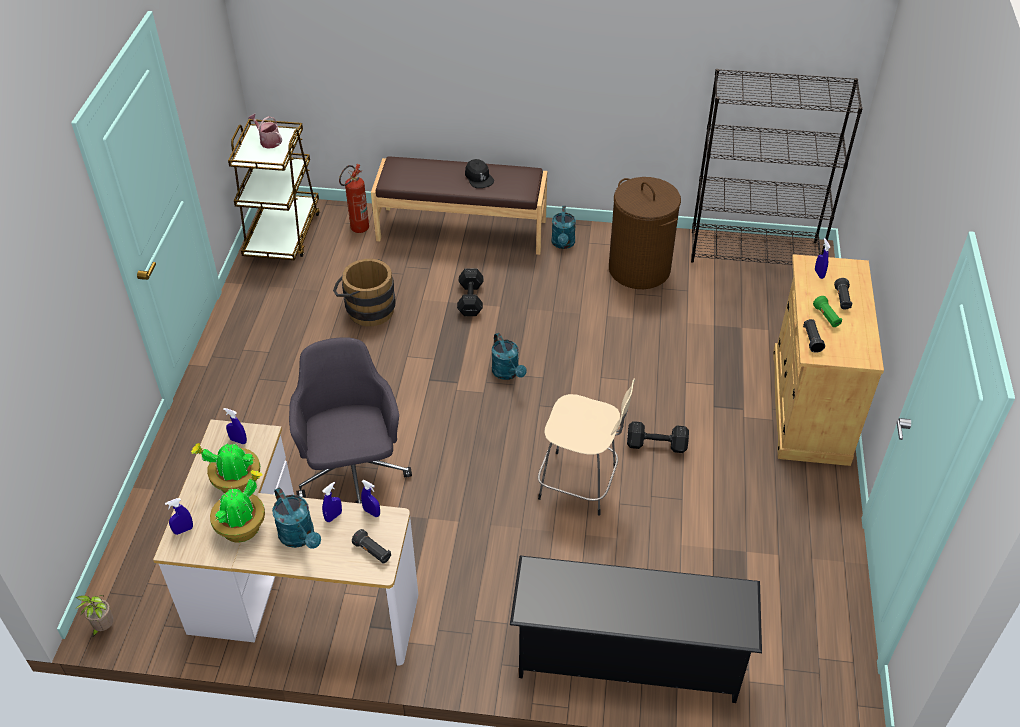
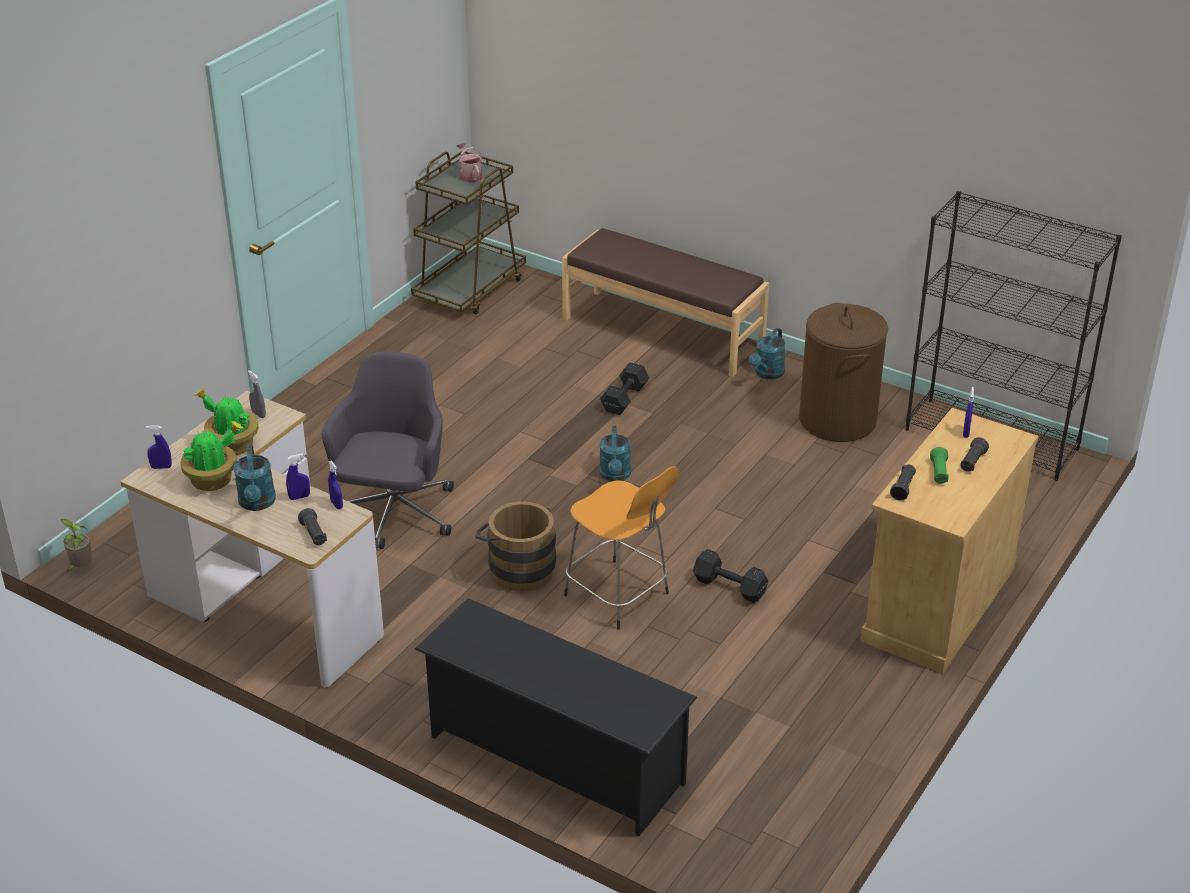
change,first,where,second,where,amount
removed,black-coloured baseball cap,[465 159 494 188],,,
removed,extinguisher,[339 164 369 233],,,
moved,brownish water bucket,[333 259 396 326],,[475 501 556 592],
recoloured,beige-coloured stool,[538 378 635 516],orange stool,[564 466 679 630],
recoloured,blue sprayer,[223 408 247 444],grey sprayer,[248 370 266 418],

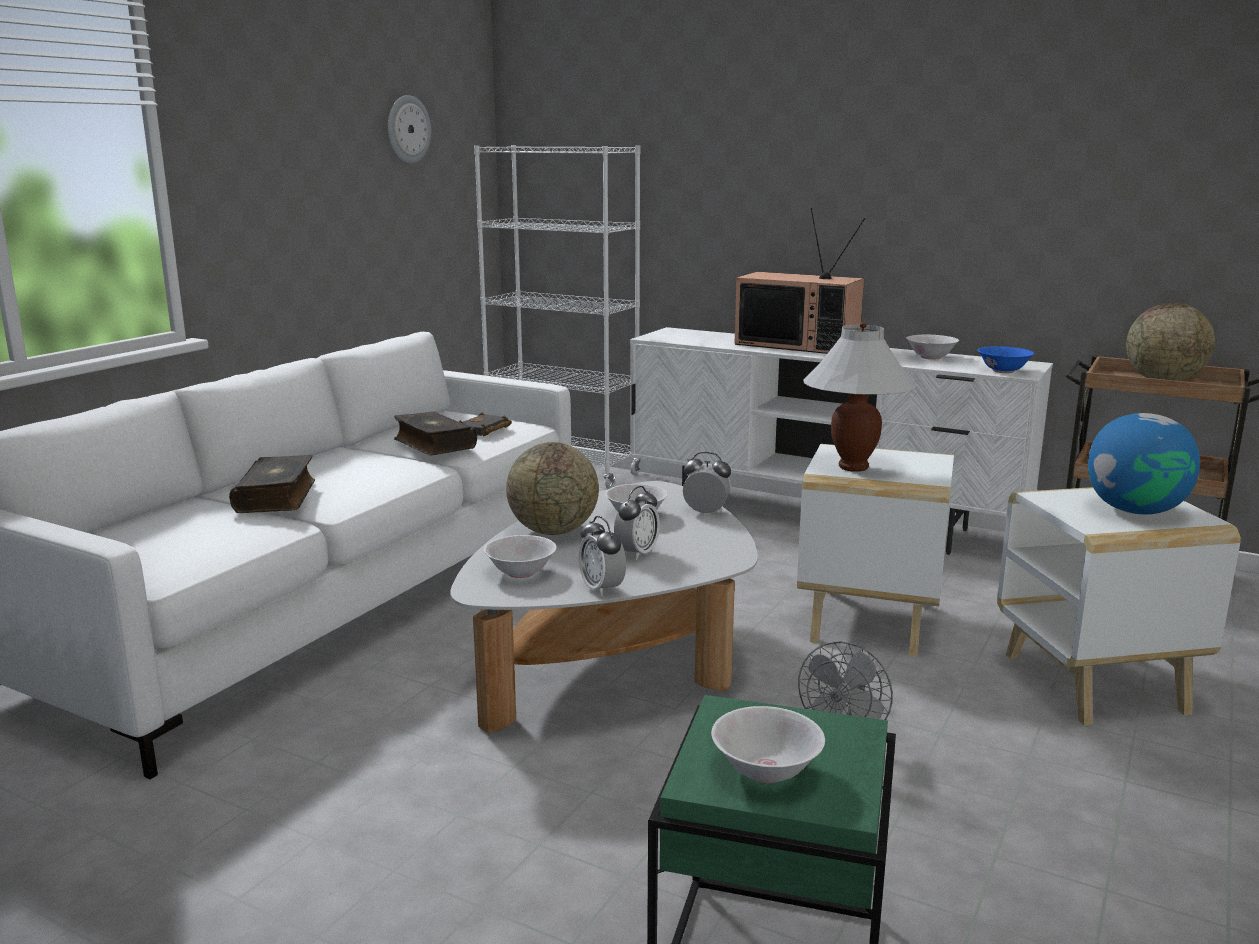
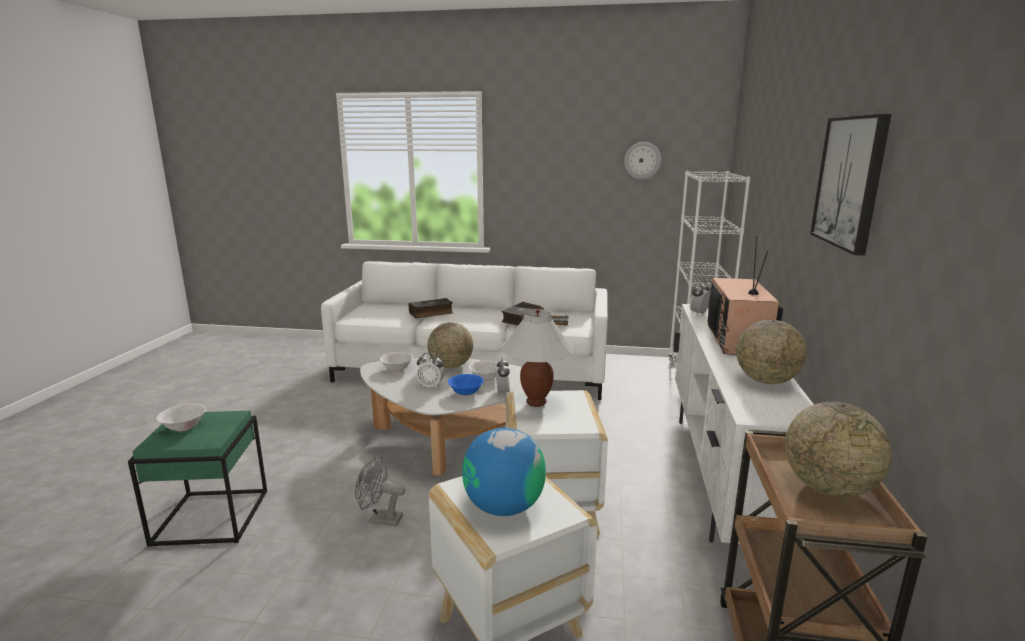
change,first,where,second,where,amount
replaced,white-coloured deep dish,[907 335 959 359],world globe,[736 320 807 384],
moved,blue deep dish,[977 346 1034 373],,[448 374 484 396],
moved,alarm clock,[579 516 626 597],,[690 281 710 315],
added,,,picture,[810 114 891 256],

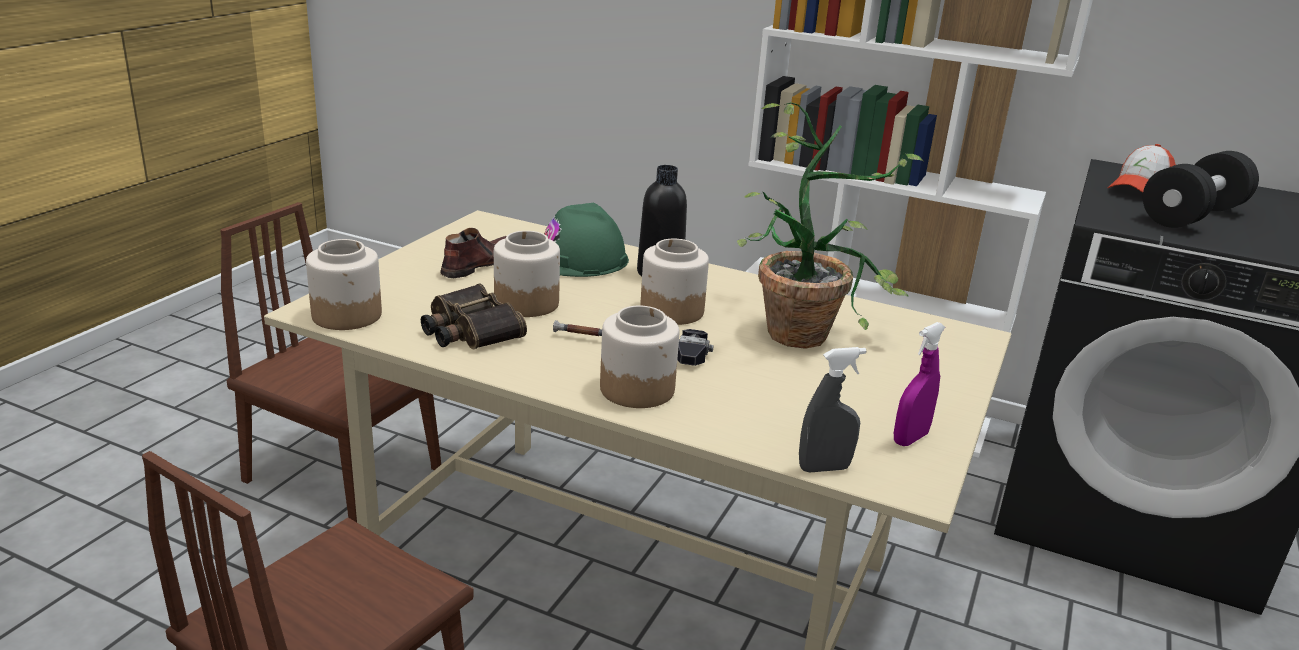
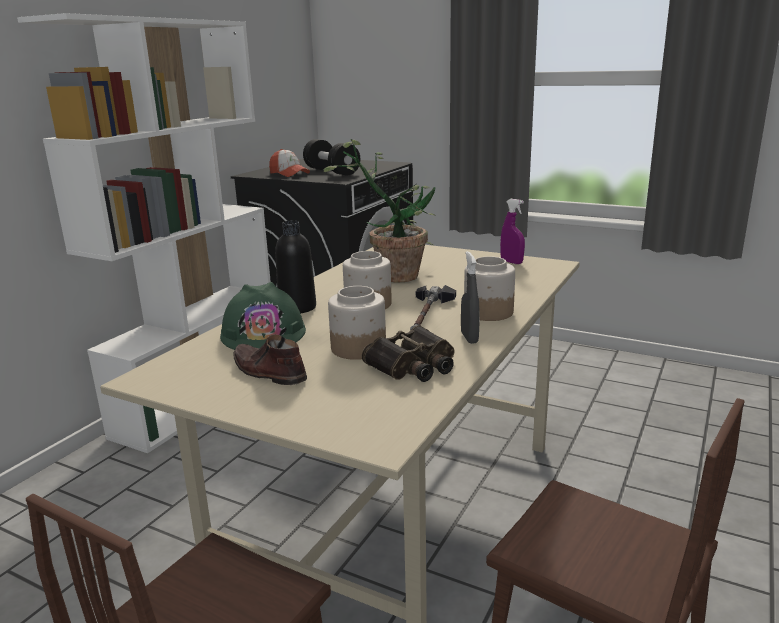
change,first,where,second,where,amount
removed,jar,[306 239 382 330],,,
moved,grey sprayer,[799 347 866 472],,[461 251 480 344],

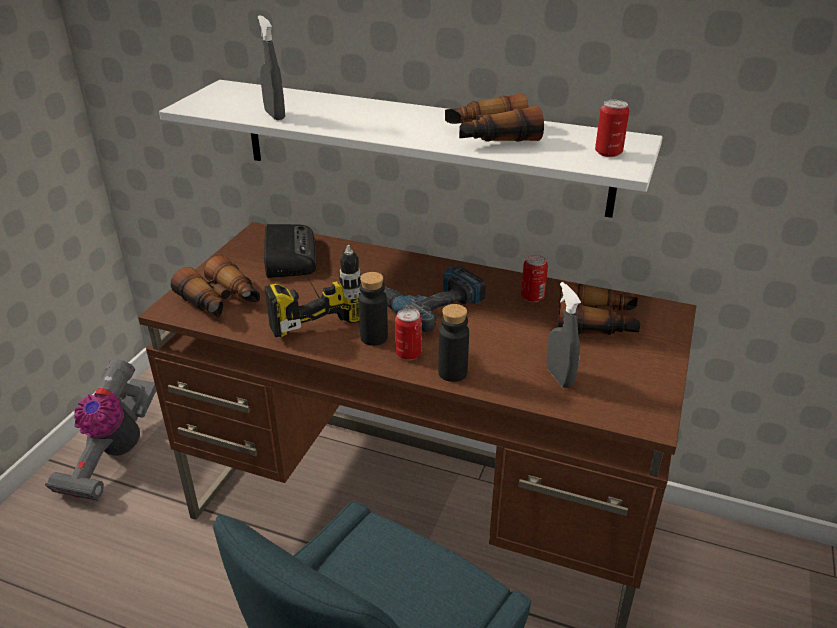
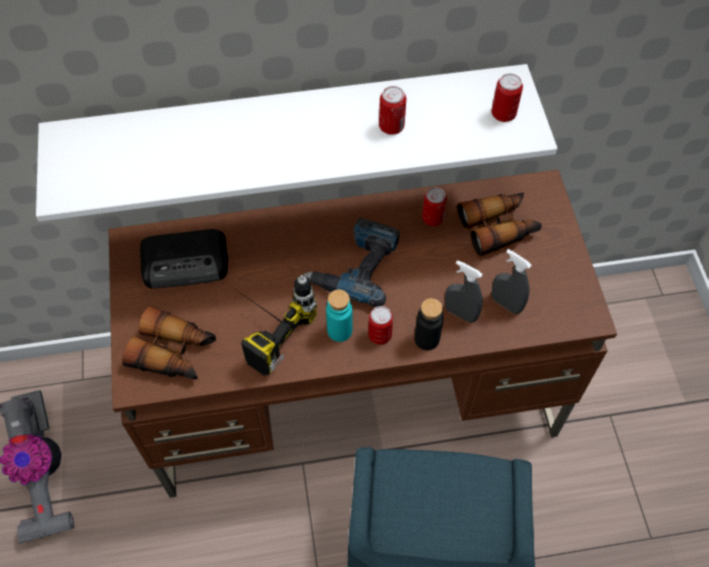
change,first,where,second,where,amount
moved,grey sprayer,[258 15 285 120],,[445 260 483 323],
replaced,pair of binoculars,[445 93 544 142],sealed can,[379 86 406 135],
turned,radio receiver,[264 224 316 278],,[140 229 229 289],120 degrees clockwise
recoloured,black-coloured bottle,[358 272 388 346],turquoise-coloured bottle,[326 289 352 342],

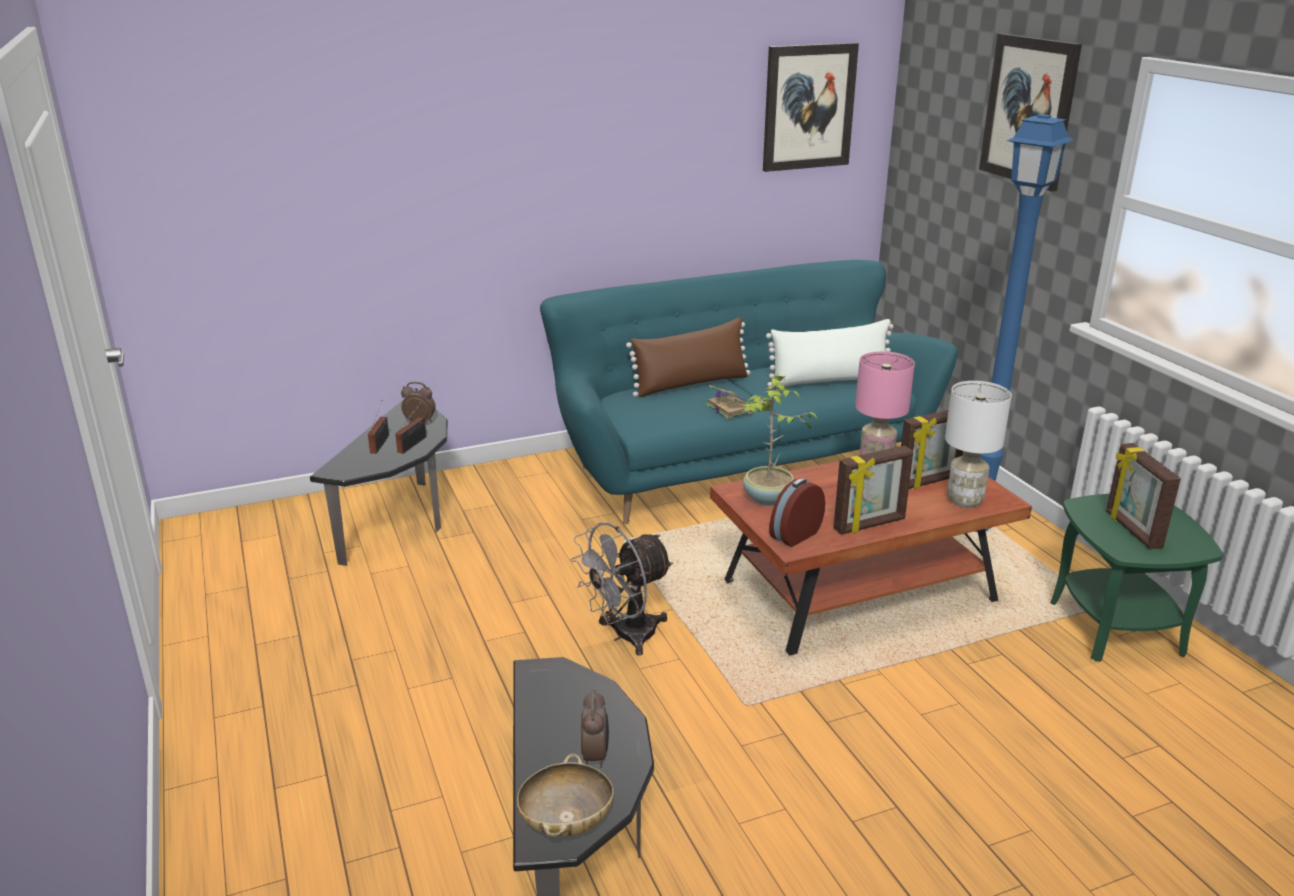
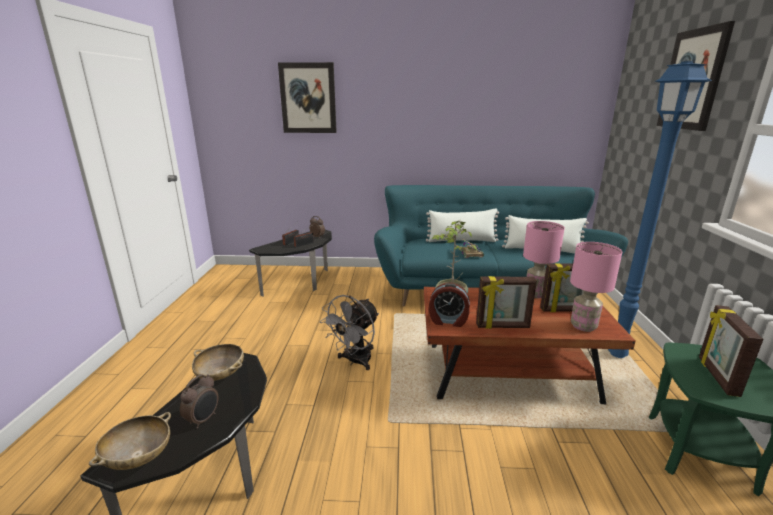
change,first,where,second,where,amount
moved,picture,[763 43 859 172],,[278 62 337 133],
recoloured,brownish throw pillow,[626 318 751 397],white-coloured throw pillow,[426 208 499 242],
recoloured,white-coloured table lamp,[945 381 1012 508],pink table lamp,[570 242 622 332],
turned,alarm clock,[769 478 825 547],,[429 283 470 327],150 degrees counterclockwise
turned,grey fan,[571 522 674 656],,[320 295 379 370],45 degrees counterclockwise
added,,,beige-coloured deep dish,[192 344 244 381],

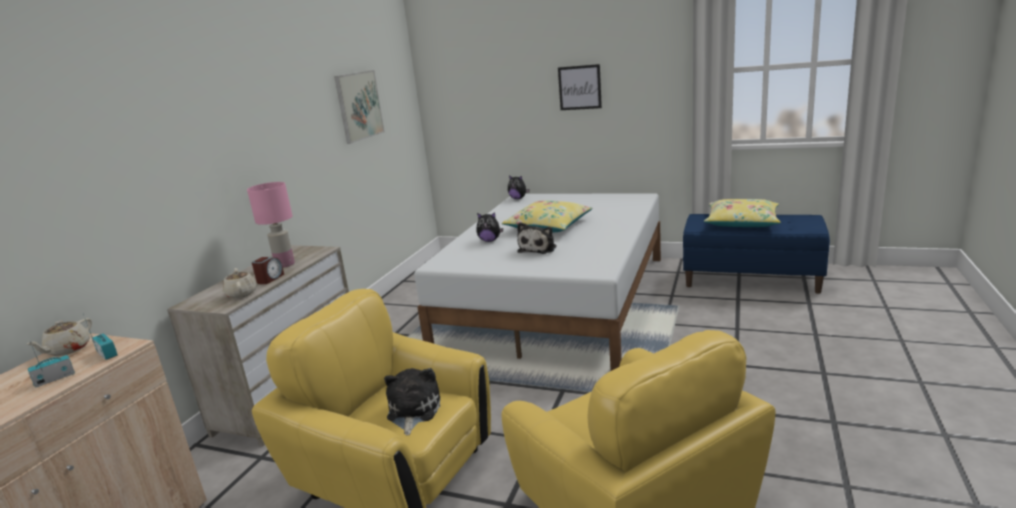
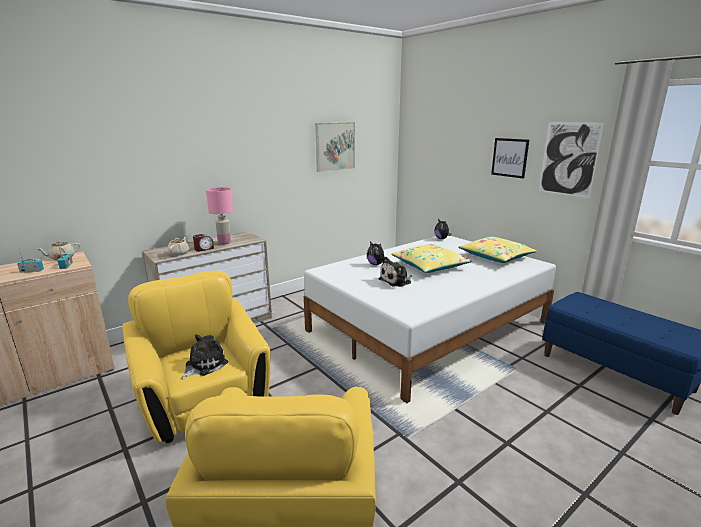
change,first,where,second,where,amount
moved,yellow-coloured throw pillow,[704 199 781 227],,[458 237 537 263],
added,,,picture,[539 122 604 198],

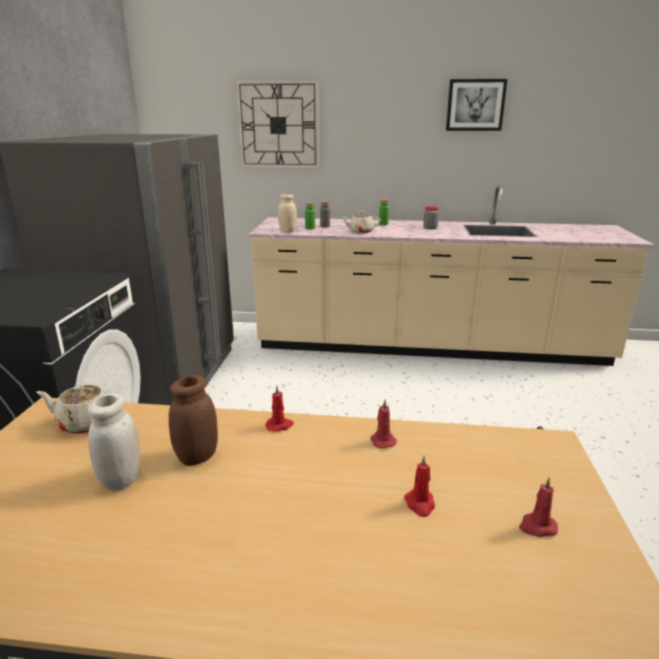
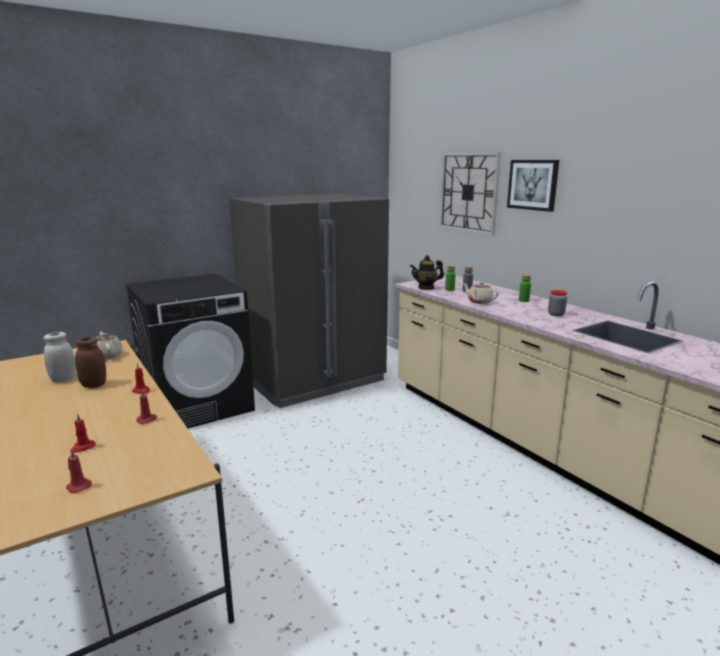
change,first,where,second,where,amount
moved,picture,[446 79 507 131],,[507 160 559 212],
replaced,beige-coloured jar,[278 194 297 232],pot for tea,[410 255 444 290],

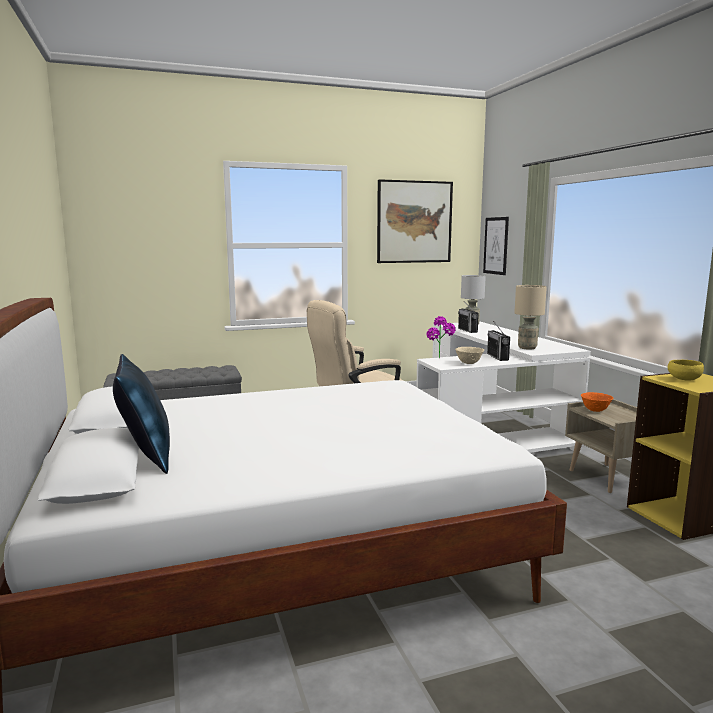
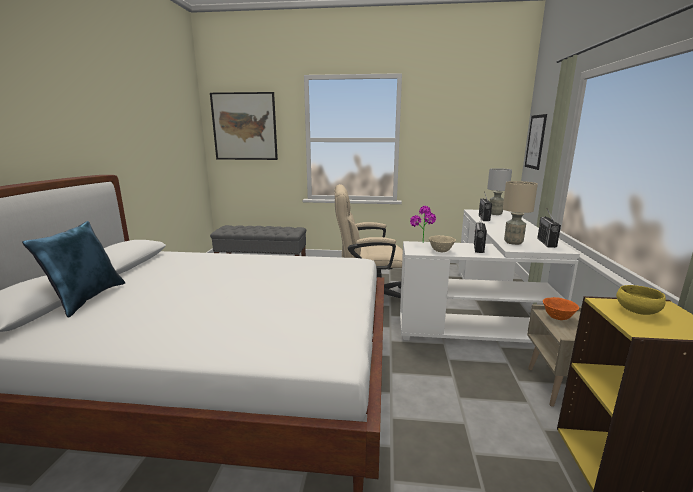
change,first,where,second,where,amount
moved,picture,[377 179 453 263],,[210 92 278 160],
added,,,radio receiver,[537 208 561 248],

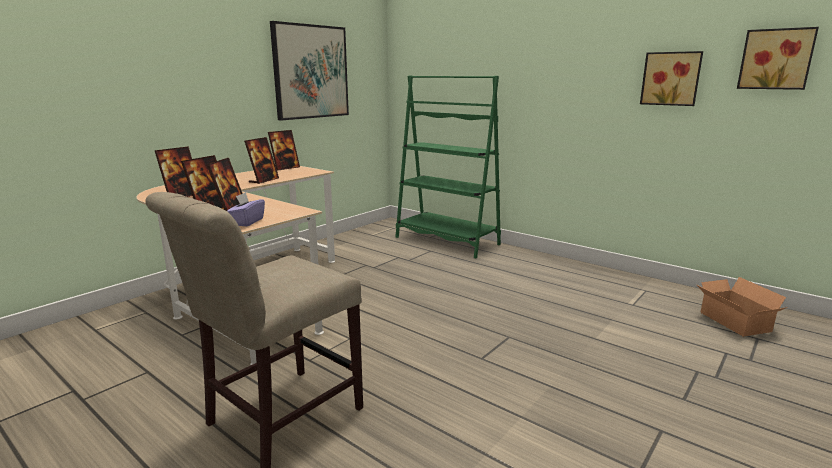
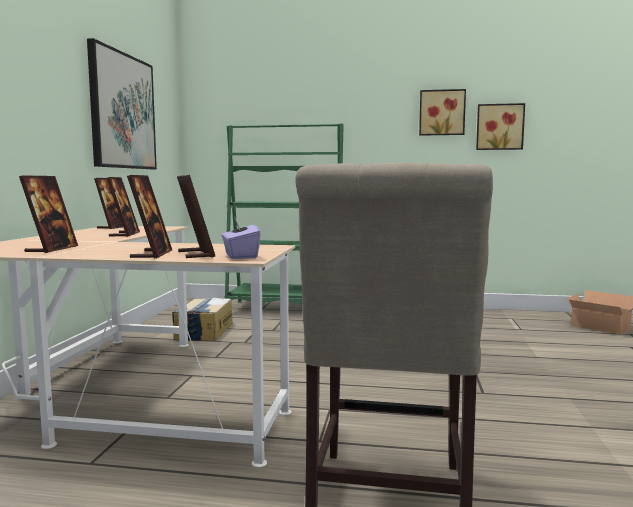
change,first,where,second,where,amount
moved,picture,[737 27 819 90],,[419 89 466 136],
added,,,cardboard box,[172 298 232 341],

